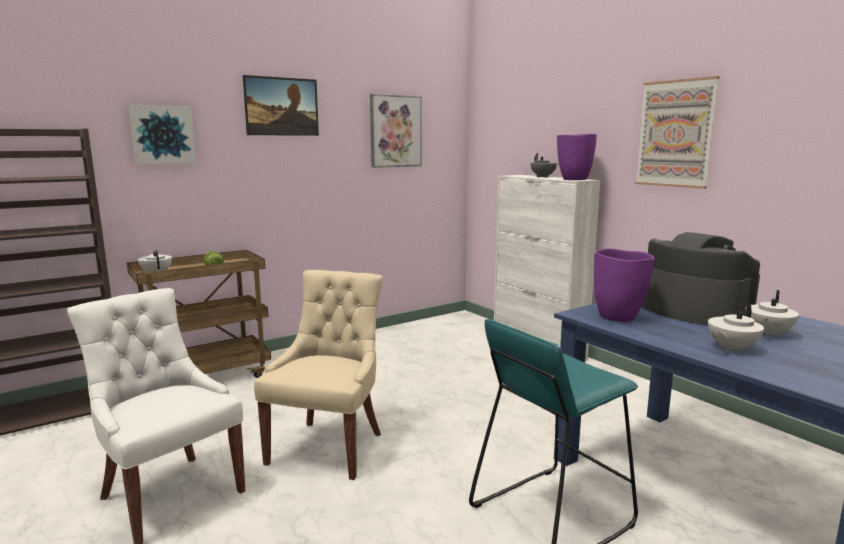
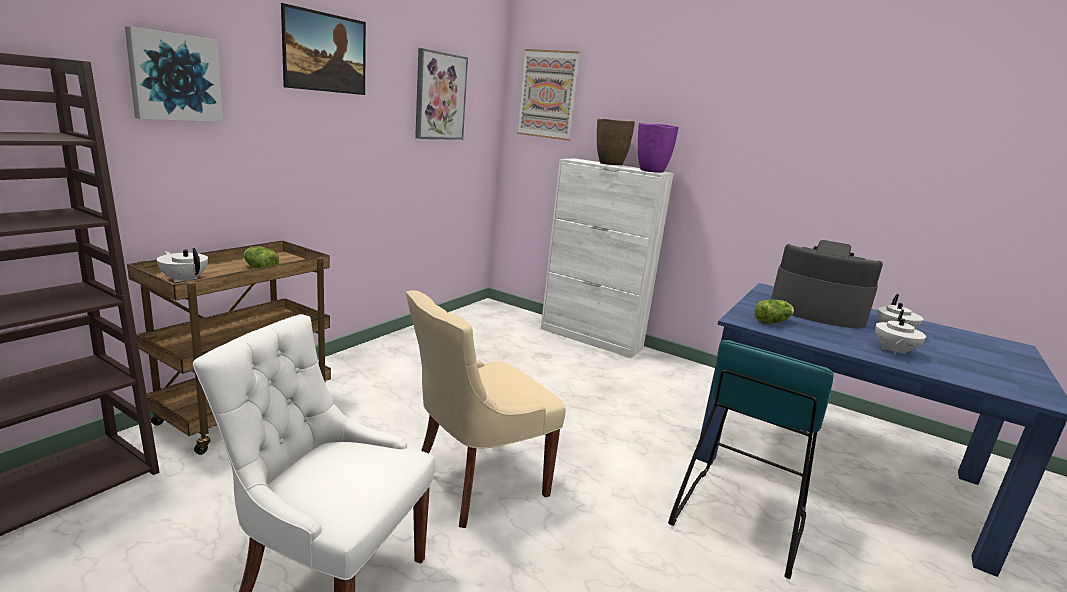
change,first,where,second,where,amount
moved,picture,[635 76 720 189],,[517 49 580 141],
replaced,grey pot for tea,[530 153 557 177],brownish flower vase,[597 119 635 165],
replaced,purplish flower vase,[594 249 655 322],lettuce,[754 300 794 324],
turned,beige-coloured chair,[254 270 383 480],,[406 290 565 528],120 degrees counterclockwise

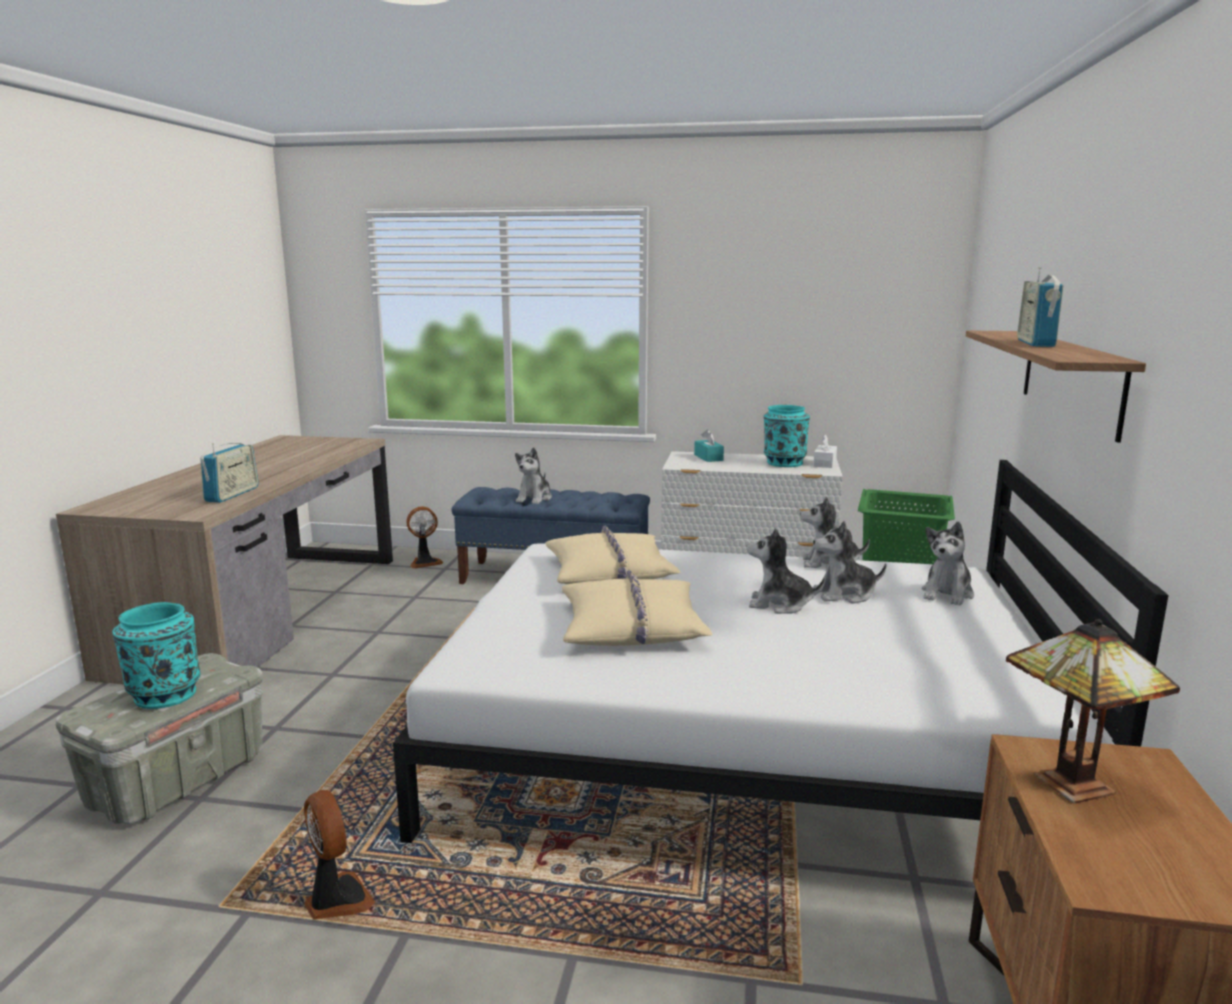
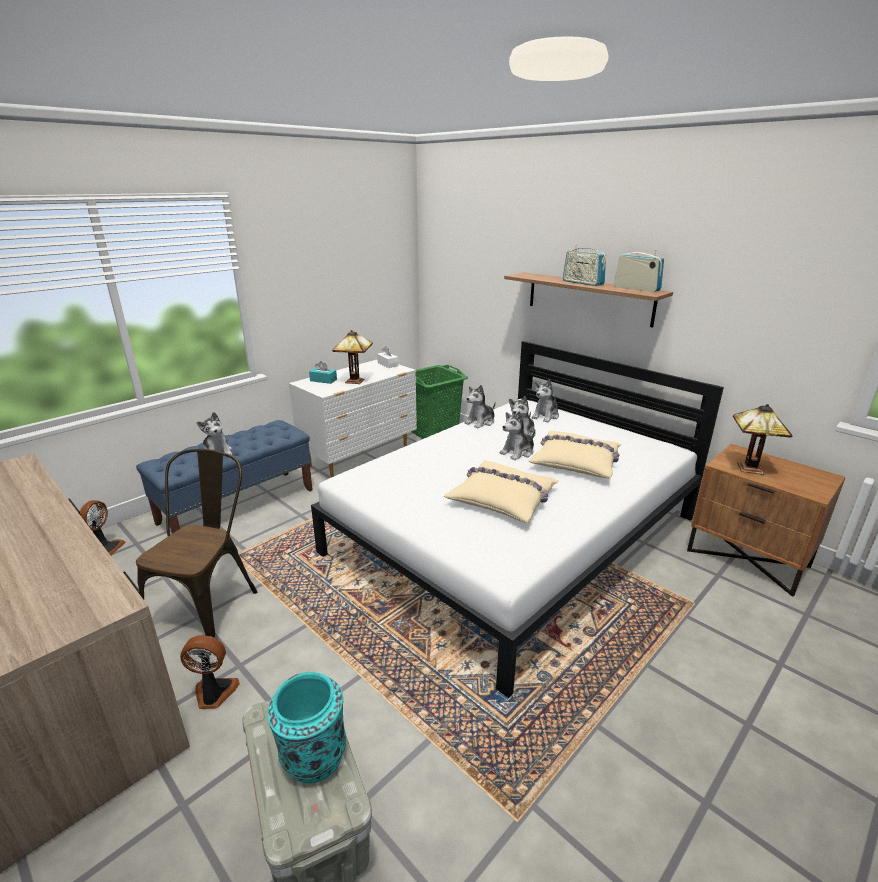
change,first,where,second,where,amount
removed,turquoise-coloured flower vase,[764 405 810 467],,,
moved,radio receiver,[200 443 259 503],,[614 249 664 292],
turned,soft toy,[922 521 974 606],,[531 380 559 422],60 degrees clockwise
moved,beige-coloured throw pillow,[545 525 681 584],,[528 431 621 478],
moved,fan,[304 790 375 920],,[180 635 240 709],
added,,,table lamp,[332 330 373 384],
added,,,brownish chair,[136 449 257 638],

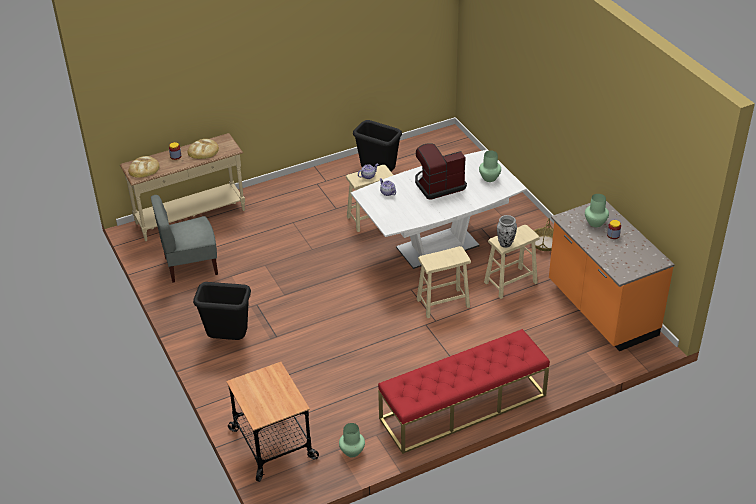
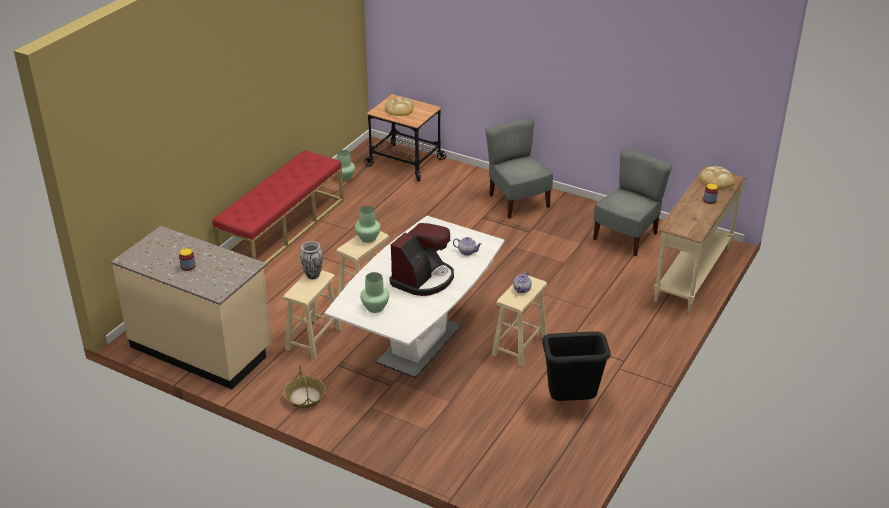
change,first,where,second,where,amount
moved,bakery bread,[187 139 219 159],,[385 97 414 116],
moved,green-coloured flower vase,[585 194 609 227],,[355 206 381 243],
recoloured,orange kitchen base unit,[549 201 675 351],beige-coloured kitchen base unit,[111 226 272 389],
replaced,black-coloured trash can,[193 282 251 340],grey chair,[486 118 553 219],

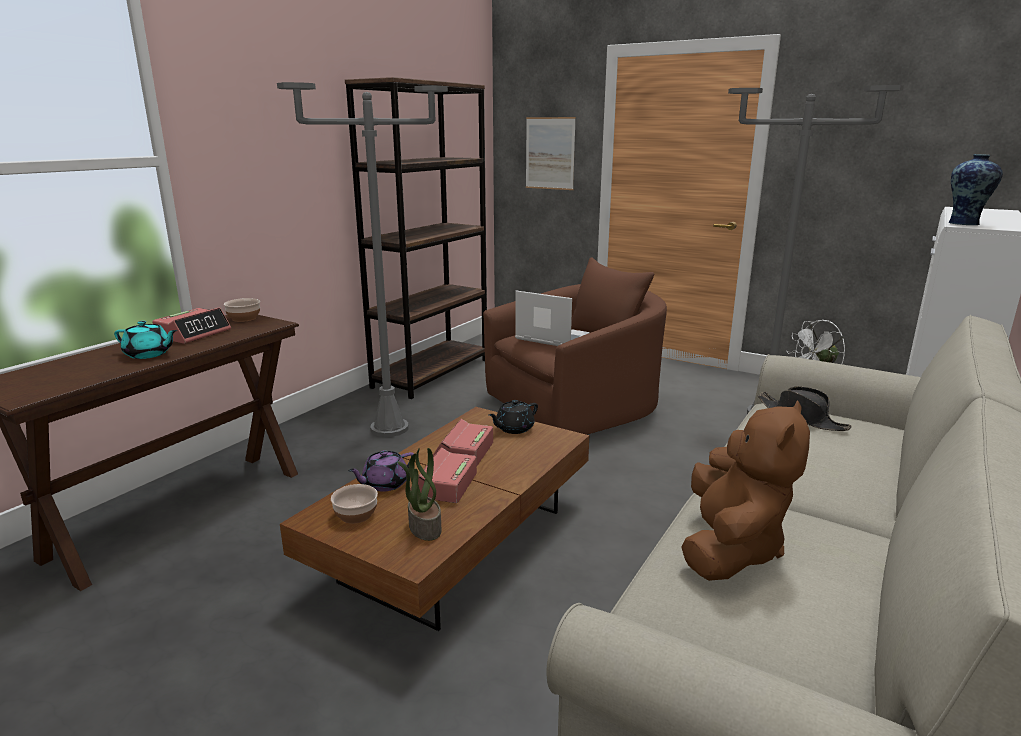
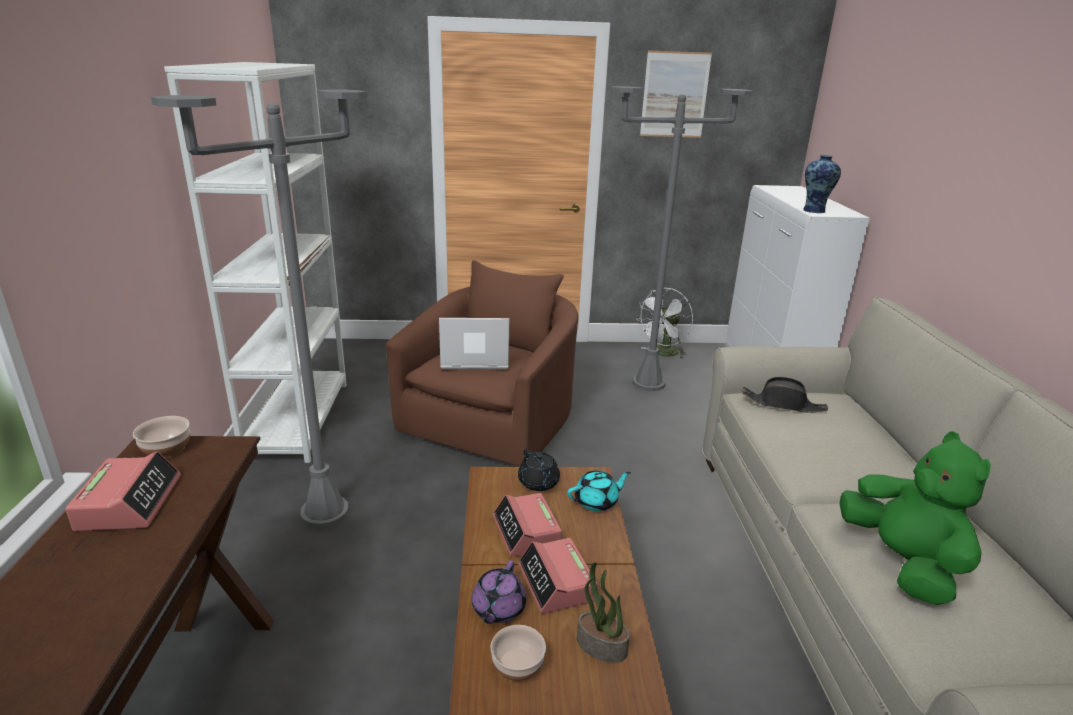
change,first,where,second,where,amount
recoloured,brownish bookshelf,[345 77 487 399],white-coloured bookshelf,[164 62 347 463],
moved,picture,[526 117 576 190],,[640 50 712 138],
moved,turquoise-coloured pot for tea,[114 321 177 359],,[567 471 631 511],
turned,black-coloured pot for tea,[489 400 538 434],,[518 449 560 491],45 degrees counterclockwise
recoloured,brownish soft toy,[681 400 810 581],green-coloured soft toy,[839 431 991 605],

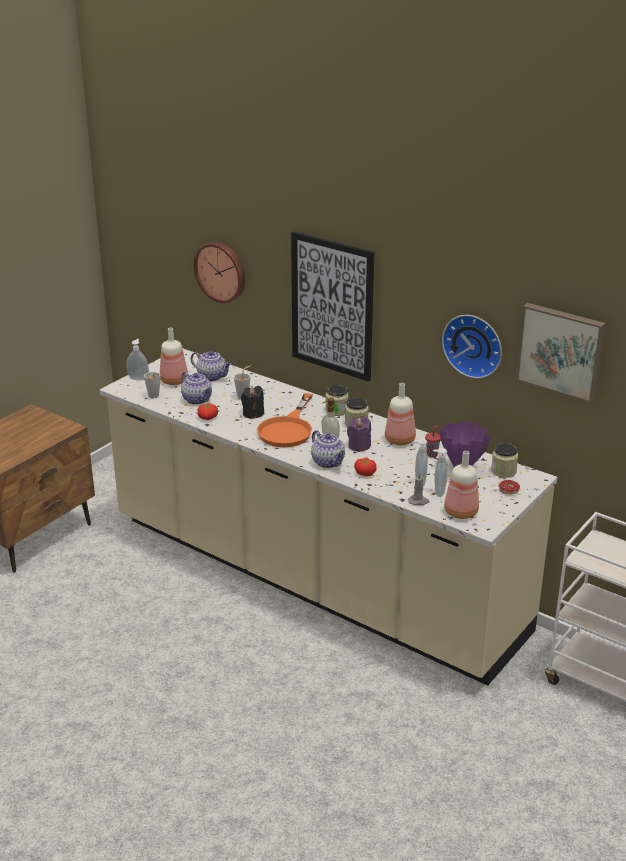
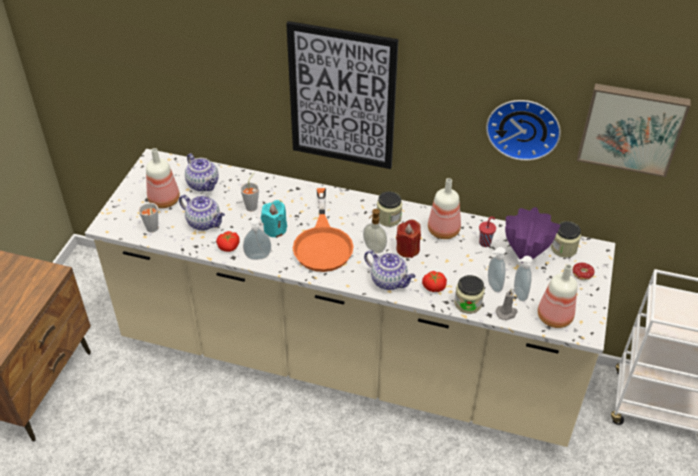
change,first,where,second,where,amount
removed,clock on the wall,[194 242 245 303],,,
moved,soap dispenser,[126 339 149 381],,[243 215 271 260],
turned,pot for tea,[191 351 232 381],,[185 153 219 192],45 degrees clockwise
moved,jar,[325 385 349 416],,[454 275 484 314],
recoloured,black-coloured wax light,[241 386 264 419],turquoise-coloured wax light,[261 200 287 238],
recoloured,purplish wax light,[347 417 371 452],reddish wax light,[396 220 421 258],

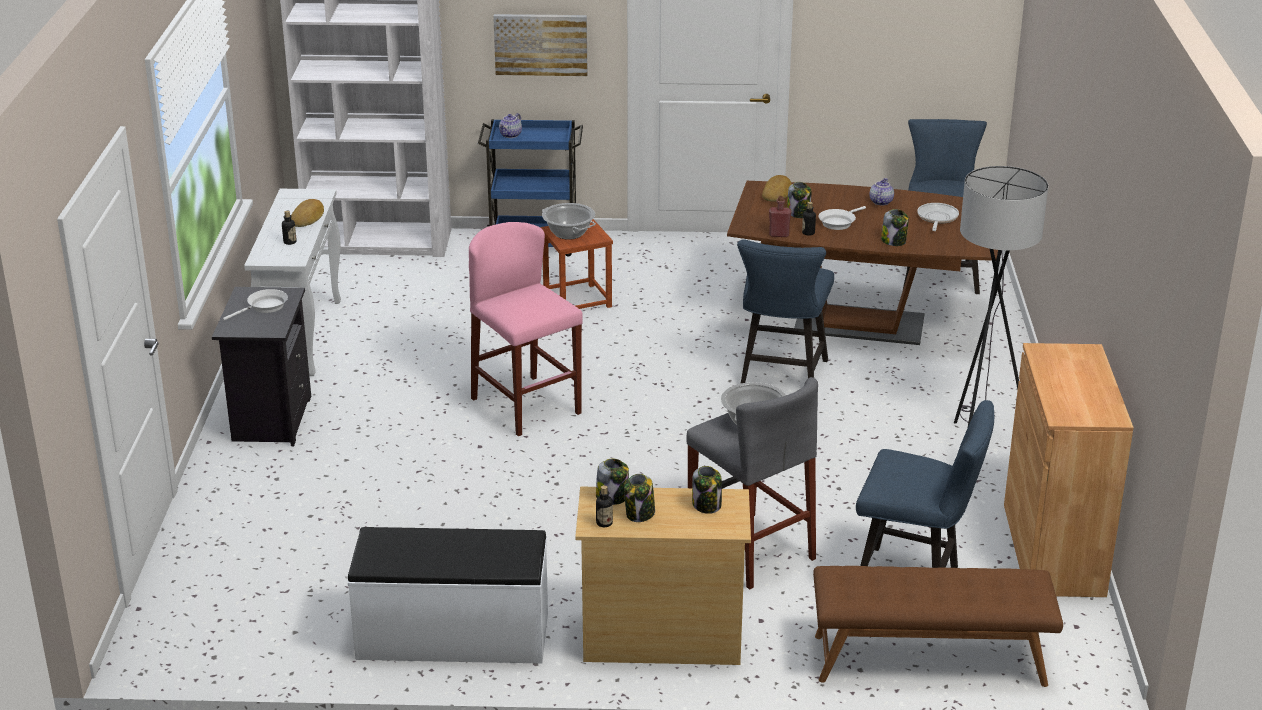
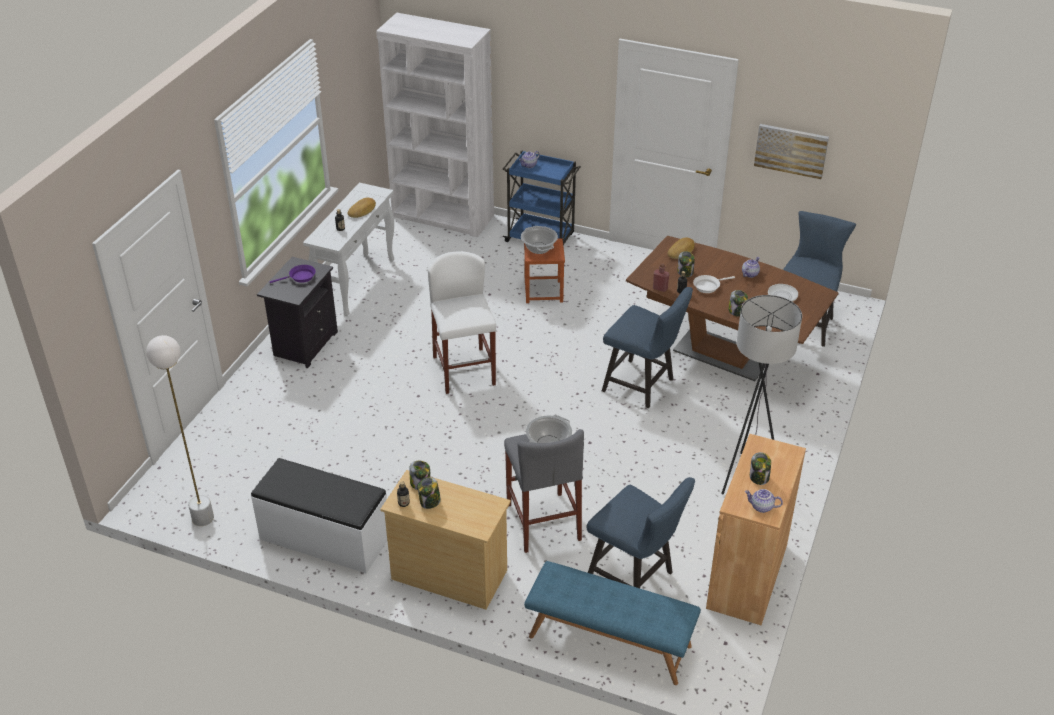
change,first,where,second,where,amount
moved,picture,[493 14 588 76],,[754 124 829 179],
recoloured,pink stool,[469 222 583 436],white-coloured stool,[428 251 496 394],
turned,blue chair,[737 239 834 384],,[602 287 693 408],90 degrees counterclockwise
recoloured,white-coloured frying pan,[223 289 288 321],purplish frying pan,[270 265 316 283],
moved,jar,[692 466 722 514],,[750 452 771 485],
recoloured,brownish bench,[813 566 1063 687],blue bench,[524 561 701 685],
added,,,white-coloured standing lamp,[146 335 214 526],
added,,,pot for tea,[745 489 783 513],

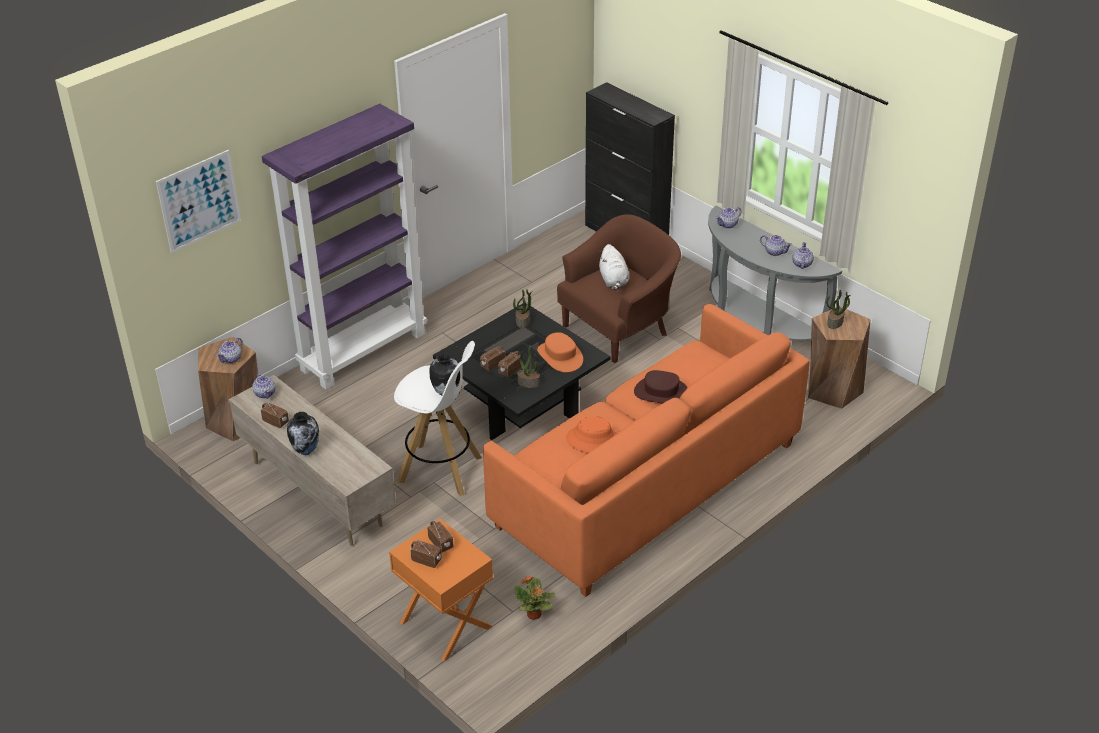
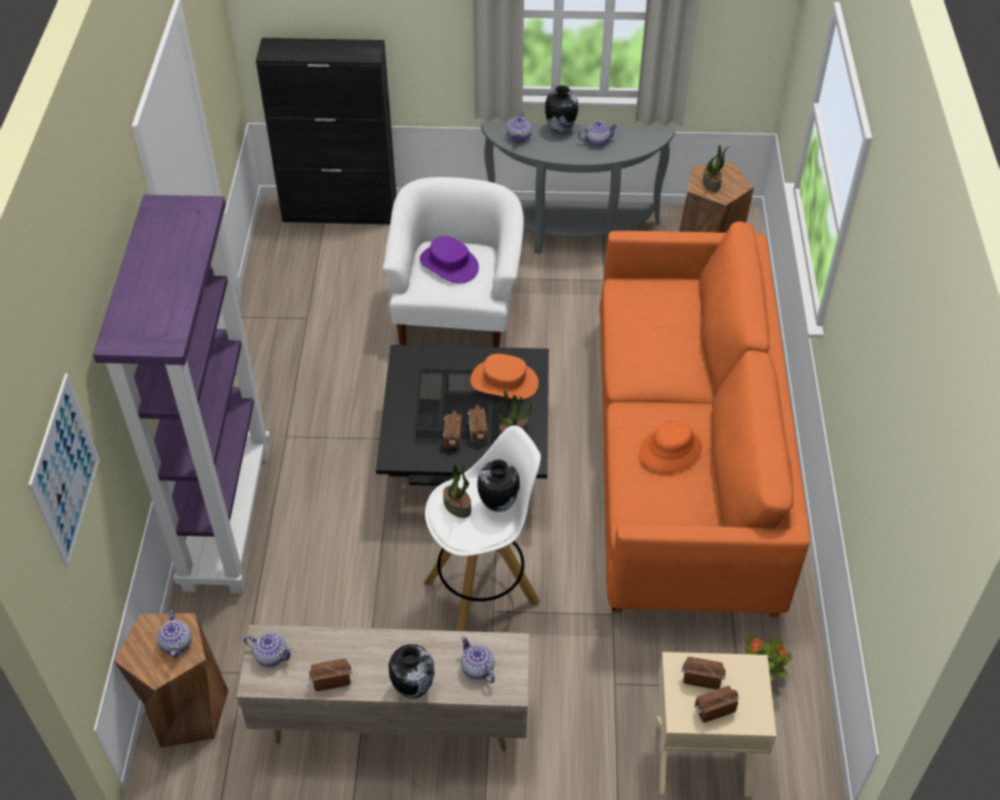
change,first,where,second,where,amount
recoloured,brownish easy chair,[557 214 681 363],white-coloured easy chair,[383 177 524 347],
moved,pot for tea,[792 242 814 269],,[461 636 495 683],
replaced,white-coloured soft toy,[599 244 629 291],purplish clothing hat,[420 236 479 284],
moved,plant in a pot,[513 289 533 328],,[443 461 471 518],
removed,brownish clothing hat,[634 370 688 404],,,
recoloured,orange bedside table,[389 519 493 661],beige-coloured bedside table,[656 652 777 797],
added,,,flower vase,[545 85 578 134],

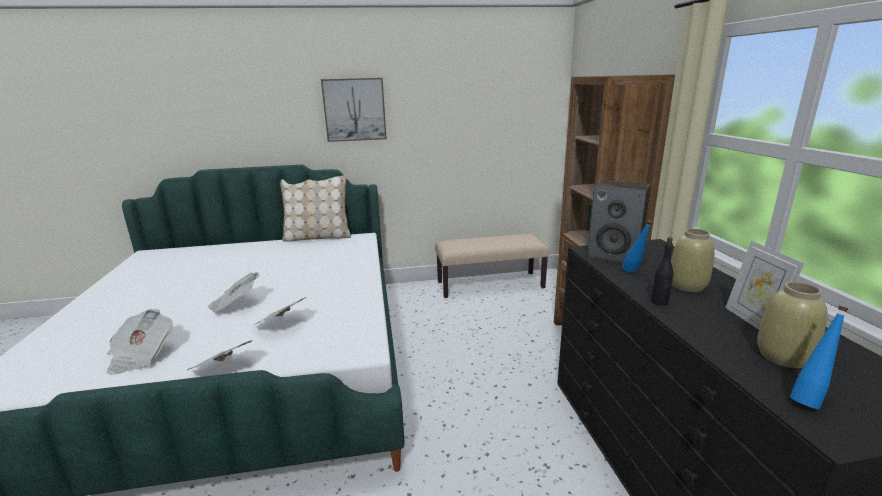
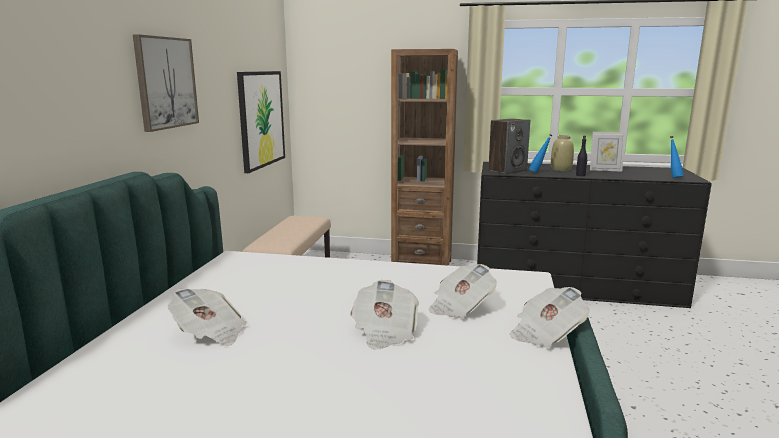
change,first,where,second,where,amount
removed,beige-coloured throw pillow,[280 175 351 242],,,
removed,beige-coloured flower vase,[757 282 828 368],,,
moved,newspaper,[107 309 173 375],,[168 288 247 346],
added,,,picture,[237 71 285 173],

